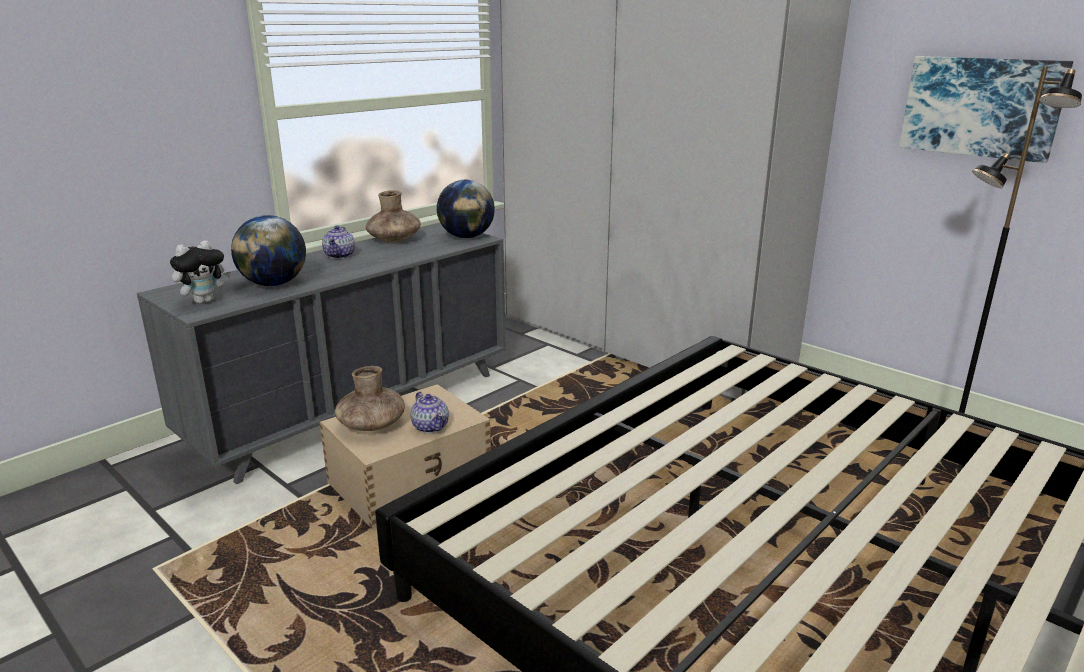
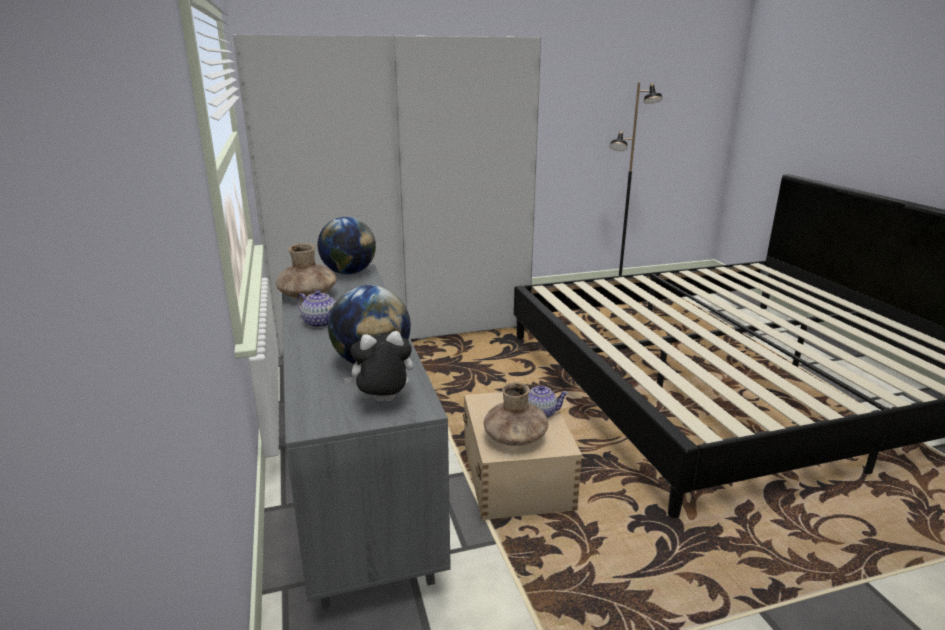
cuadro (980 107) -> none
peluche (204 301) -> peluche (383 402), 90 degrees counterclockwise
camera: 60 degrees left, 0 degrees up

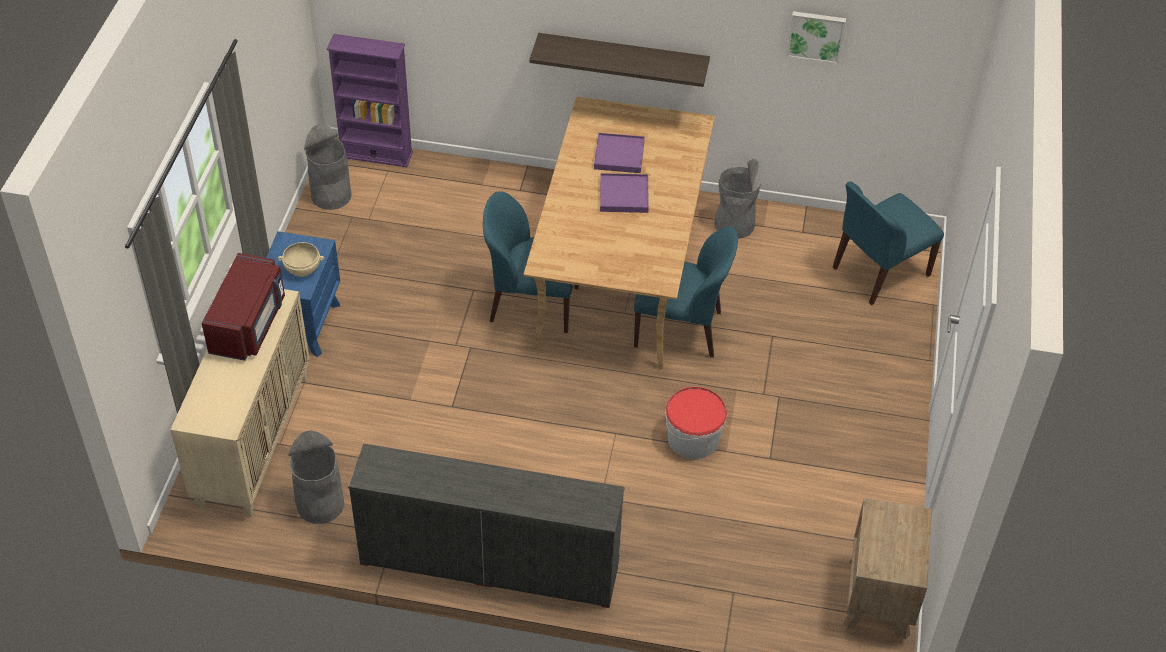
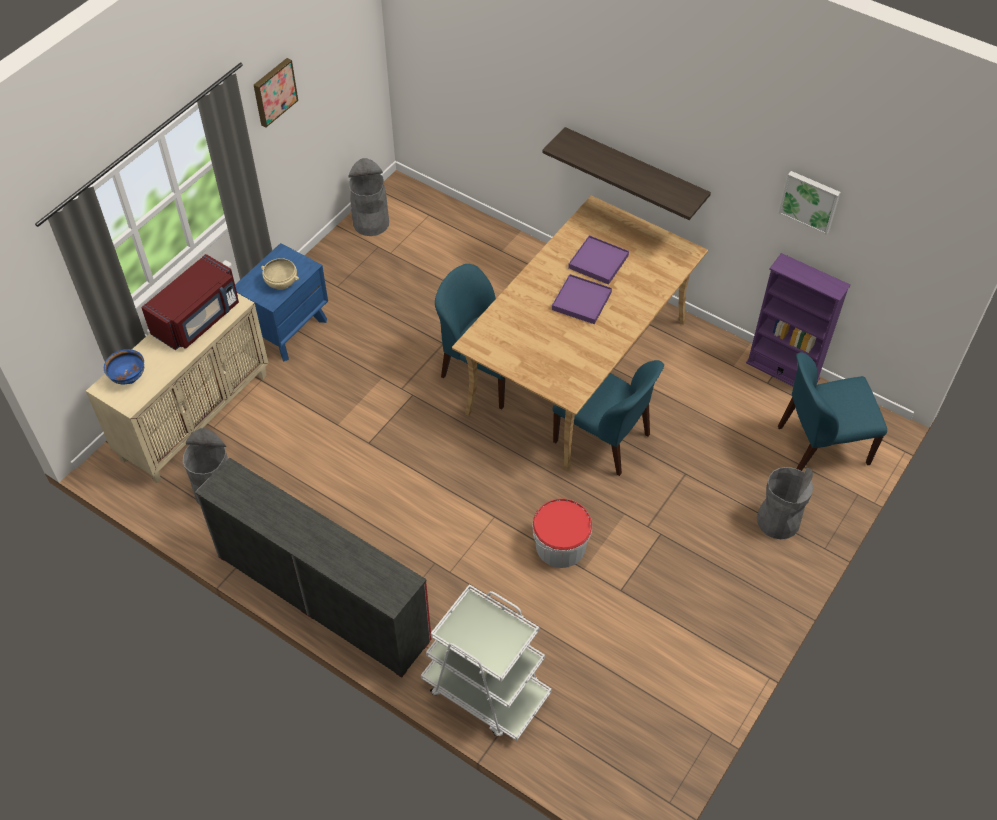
estantería/morado (376 154) -> estantería/morado (782 371), relocated
papelera/gris (734 224) -> papelera/gris (778 520), relocated
mesita de noche/marrón (879 598) -> none
none -> cuadro (274 91)
none -> cuenco/azul (129 378)
none -> carrito/blanco (485 690)
camera: 25 degrees right, 5 degrees up

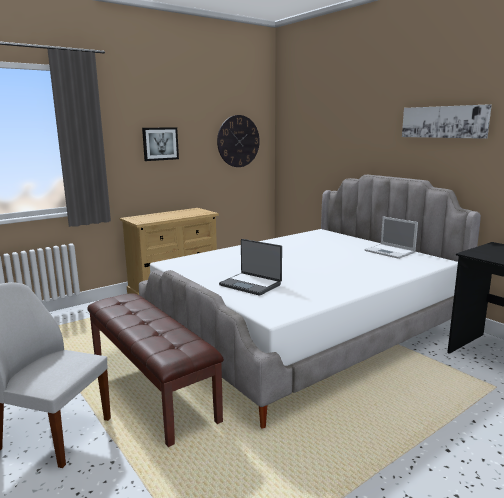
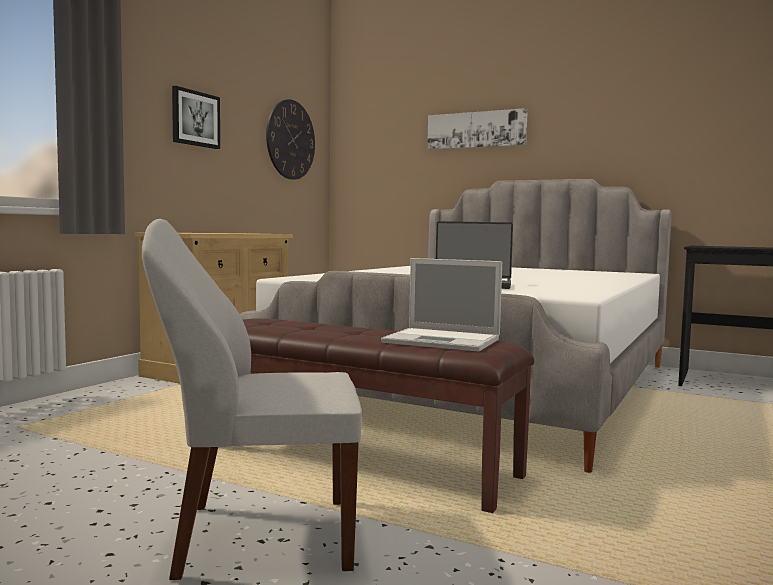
cuadro (444 122) -> cuadro (476 130), relocated
portátil (390 252) -> portátil (444 341), relocated
camera: 25 degrees left, 10 degrees down

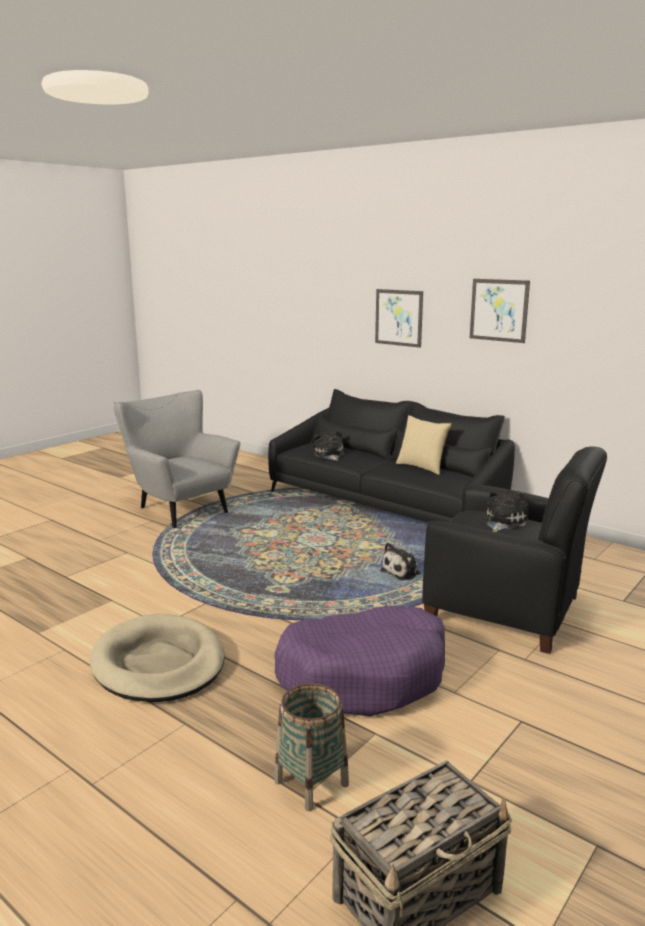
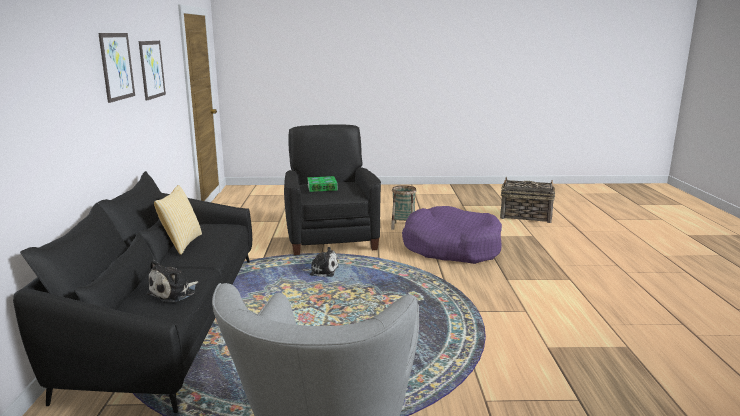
cuadro (398 317) -> cuadro (152 69), relocated
peluche (503 522) -> libro (322 187)
cama para perro/beis (159 663) -> none
cesta (311 783) -> cesta (403 226), relocated
camera: 130 degrees left, 0 degrees up

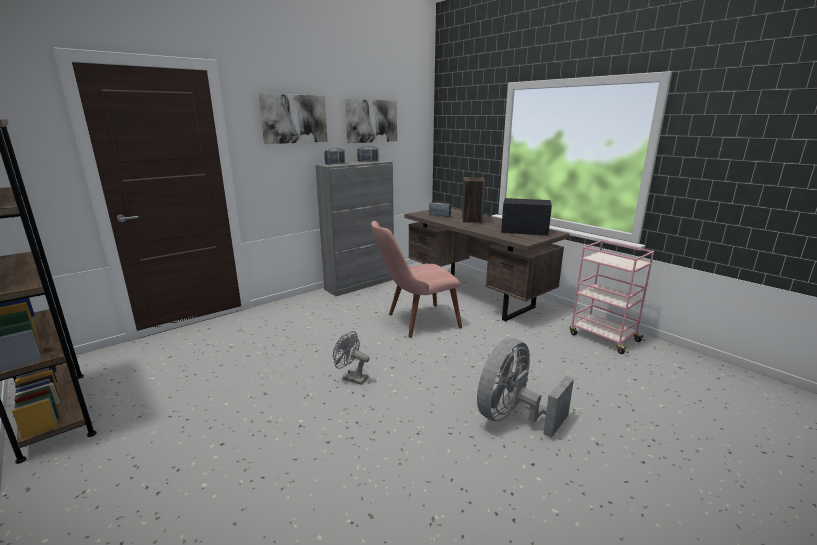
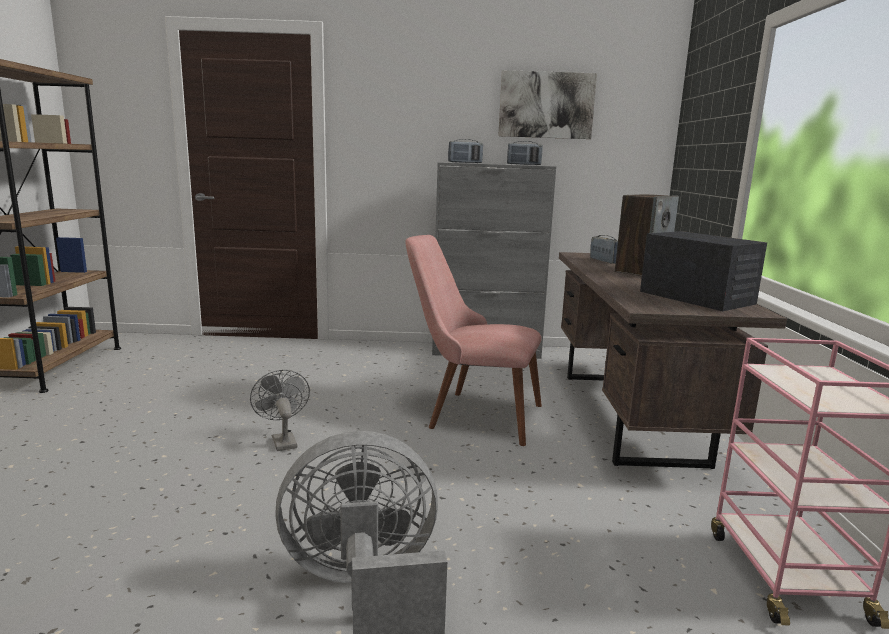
cuadro (294 119) -> none
camera: 40 degrees right, 5 degrees down

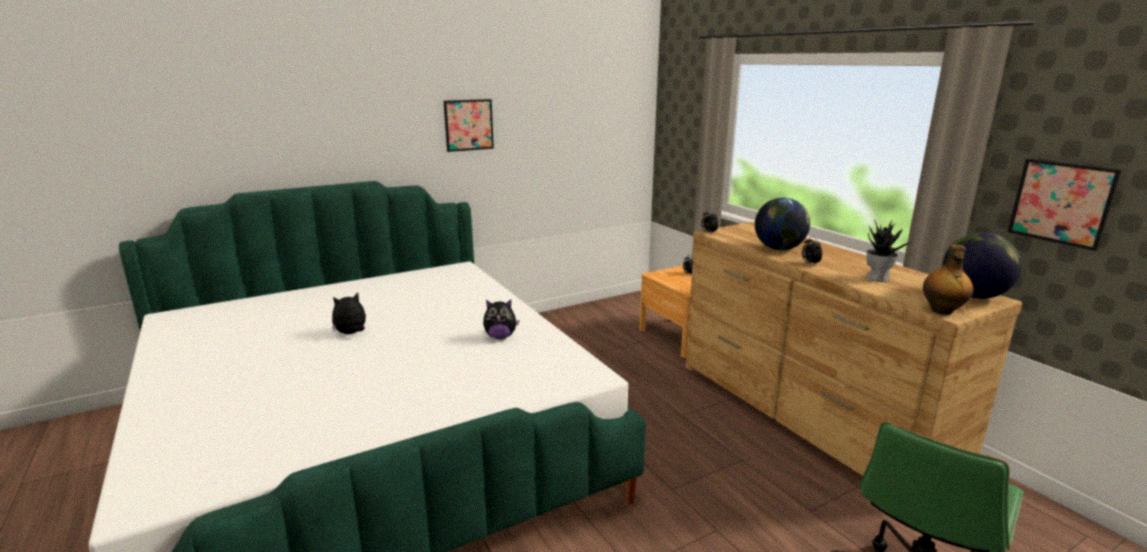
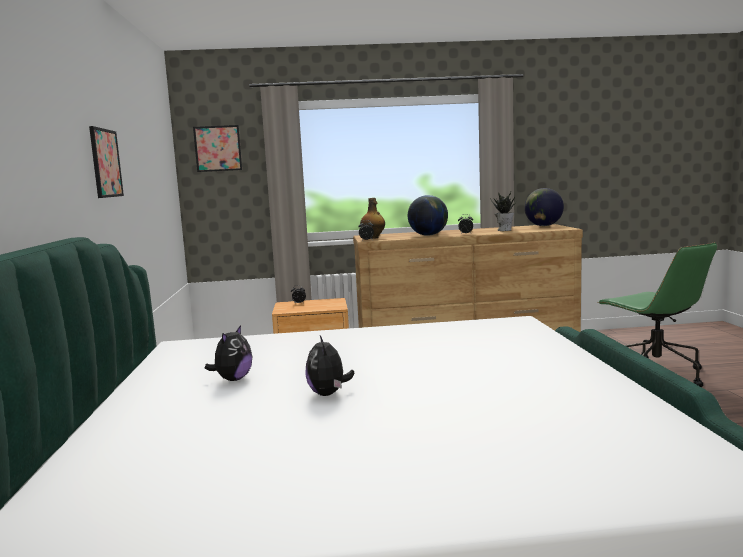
cuadro (1061 202) -> cuadro (218 148), relocated
botella (942 311) -> botella (373 238), relocated
peluche (500 337) -> peluche (233 379), relocated
camera: 65 degrees left, 10 degrees down

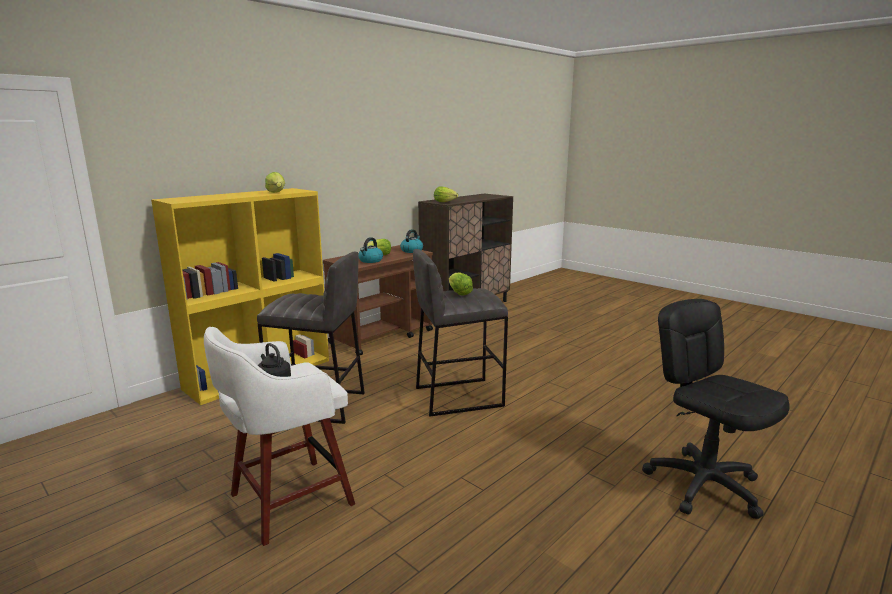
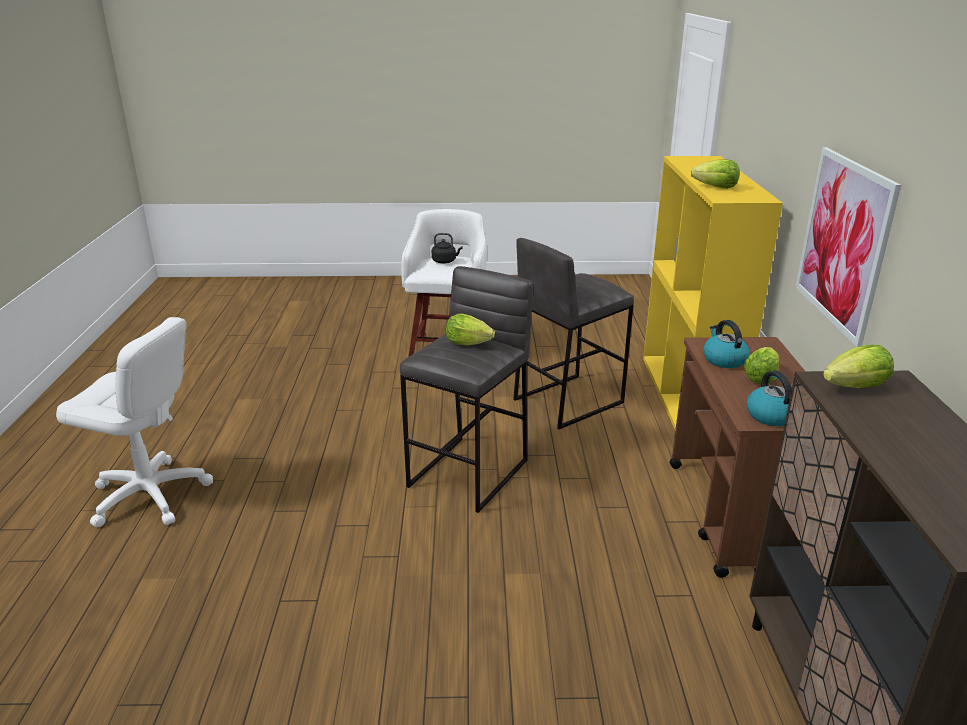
silla de oficina/negro (703 485) -> silla de oficina/blanco (149 495)
none -> cuadro (843 242)
camera: 135 degrees right, 10 degrees up

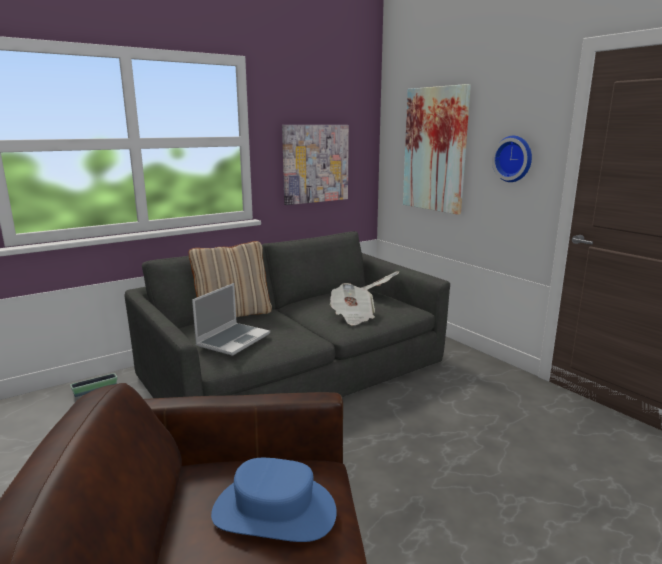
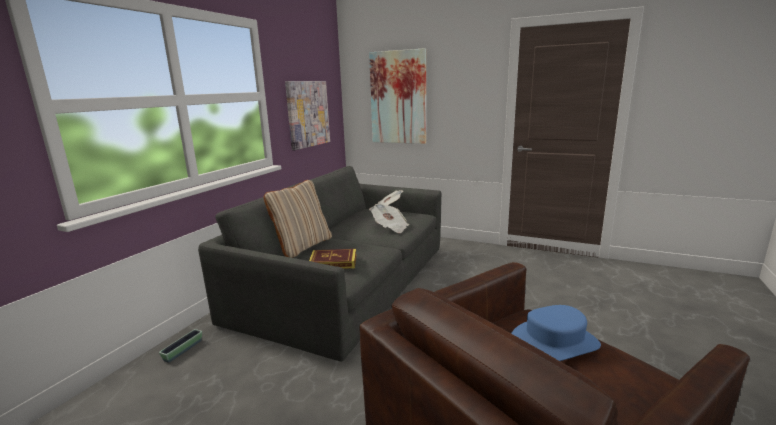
reloj de pared (514 159) -> none
portátil (233 340) -> libro (333 262)
camera: 30 degrees left, 0 degrees up

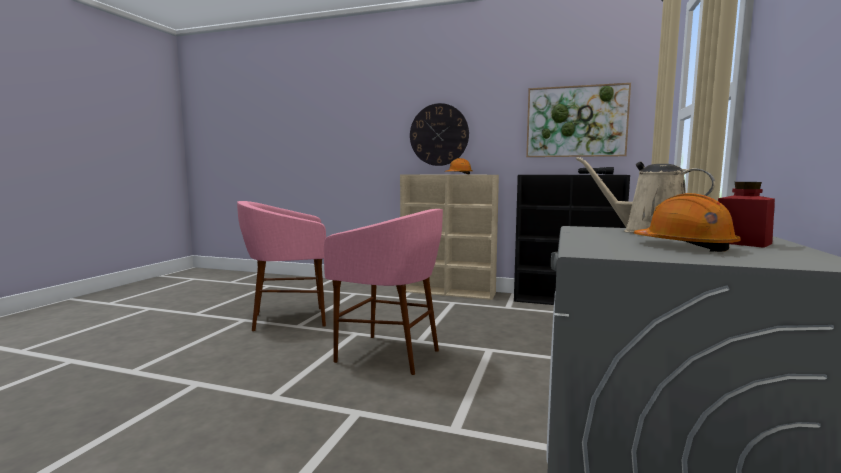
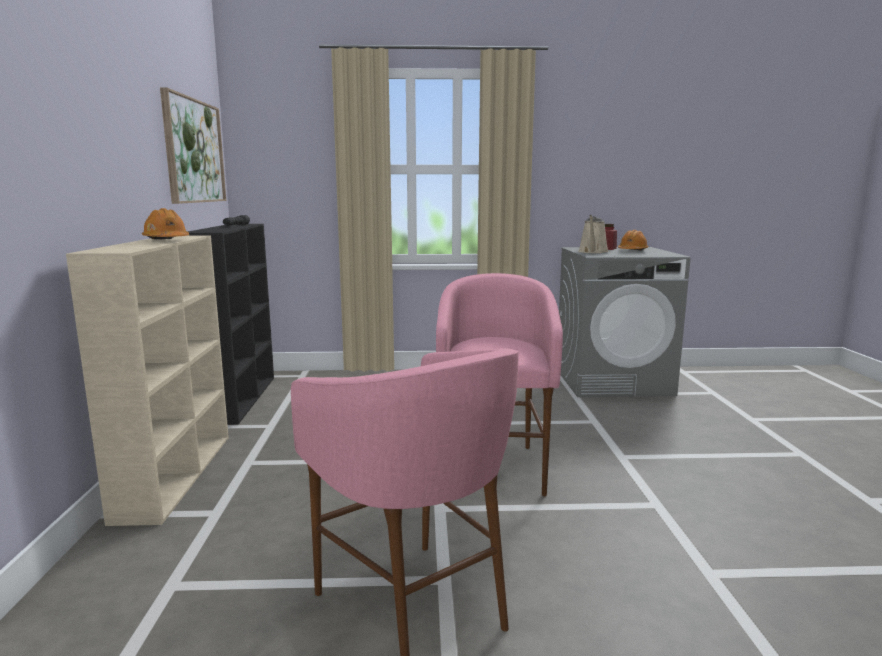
reloj de pared (439 135) -> none
camera: 110 degrees left, 5 degrees up

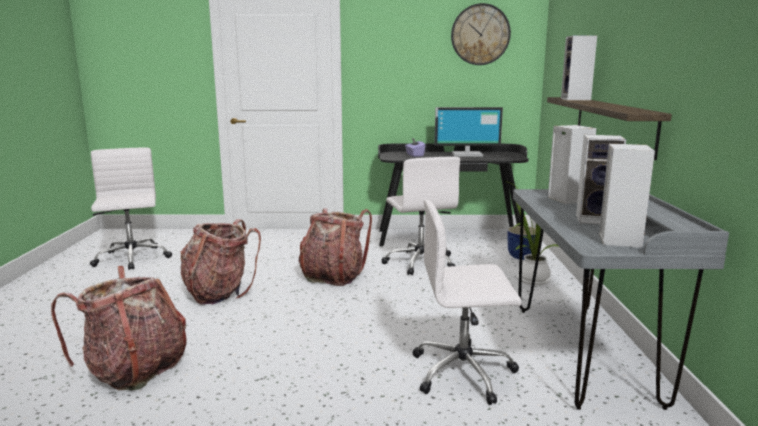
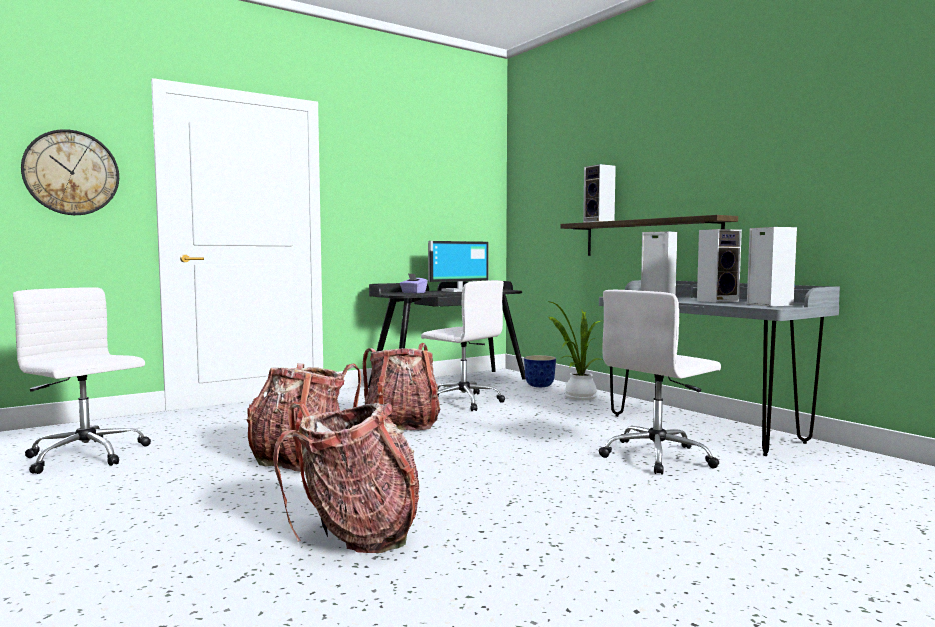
reloj de pared (480 34) -> reloj de pared (71 173), relocated
camera: 35 degrees left, 10 degrees down

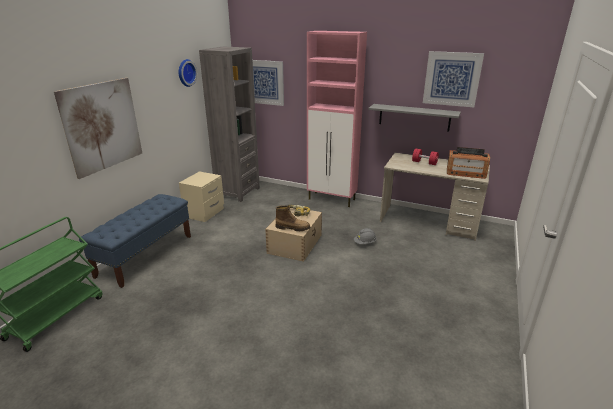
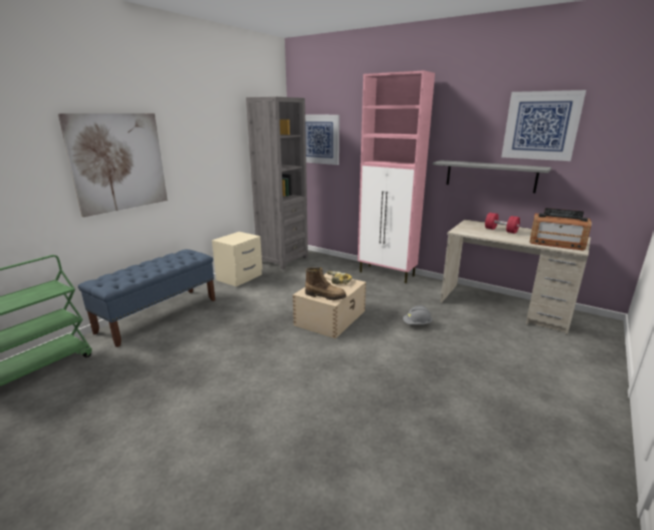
reloj de pared (185 73) -> none
camera: 10 degrees right, 5 degrees down

